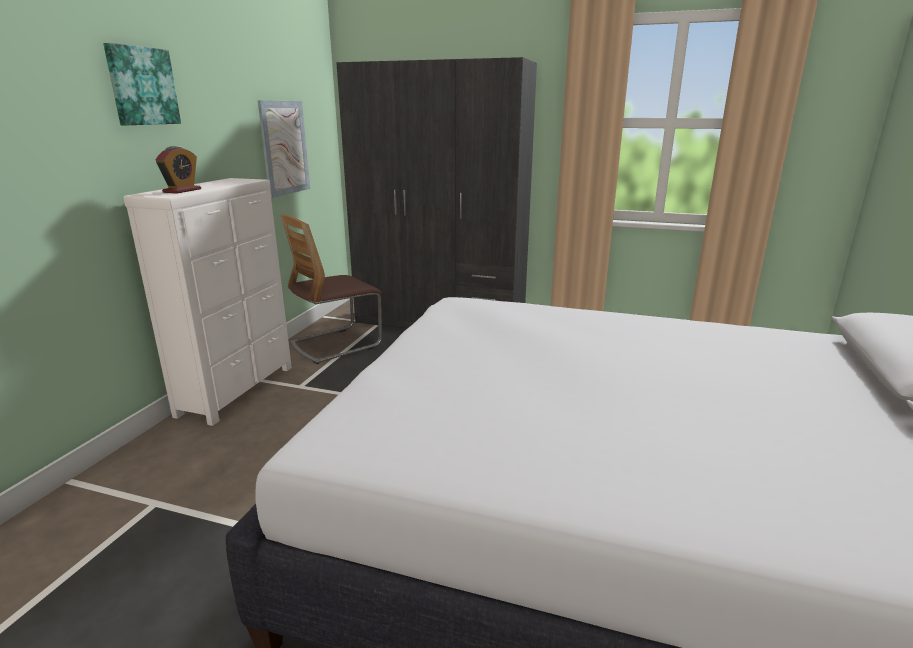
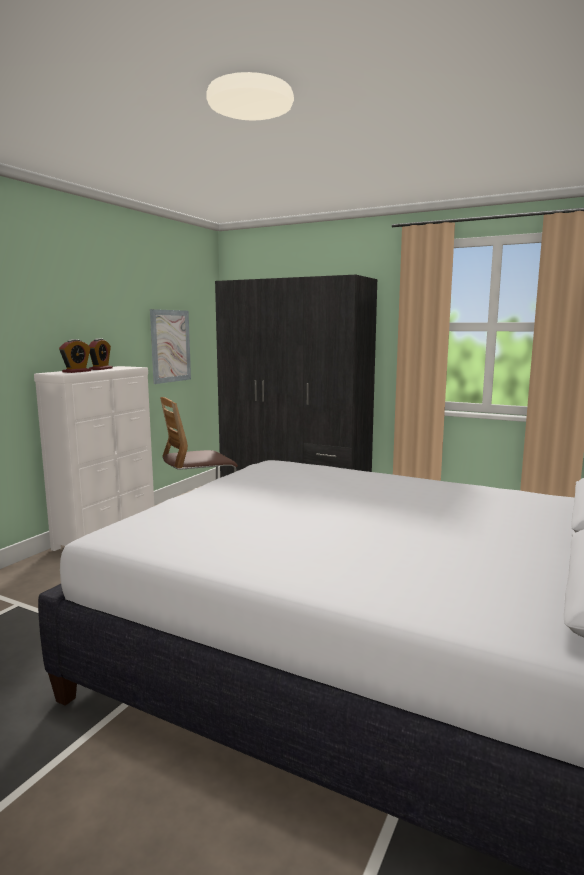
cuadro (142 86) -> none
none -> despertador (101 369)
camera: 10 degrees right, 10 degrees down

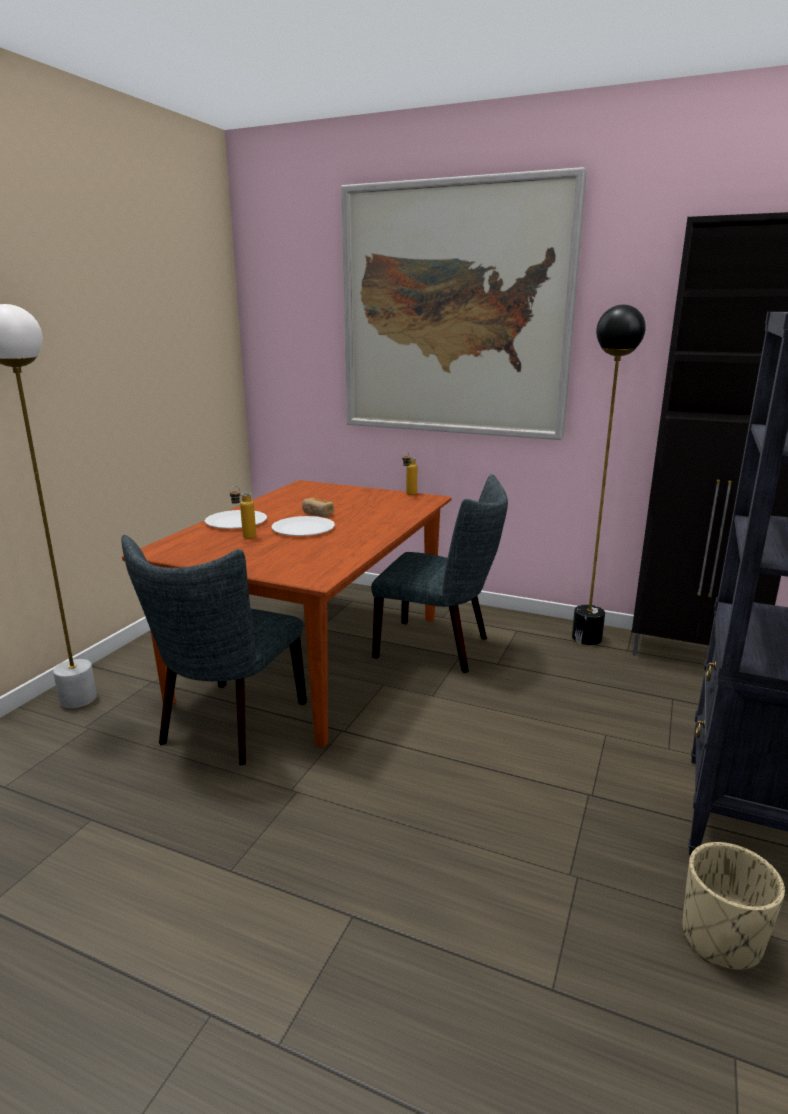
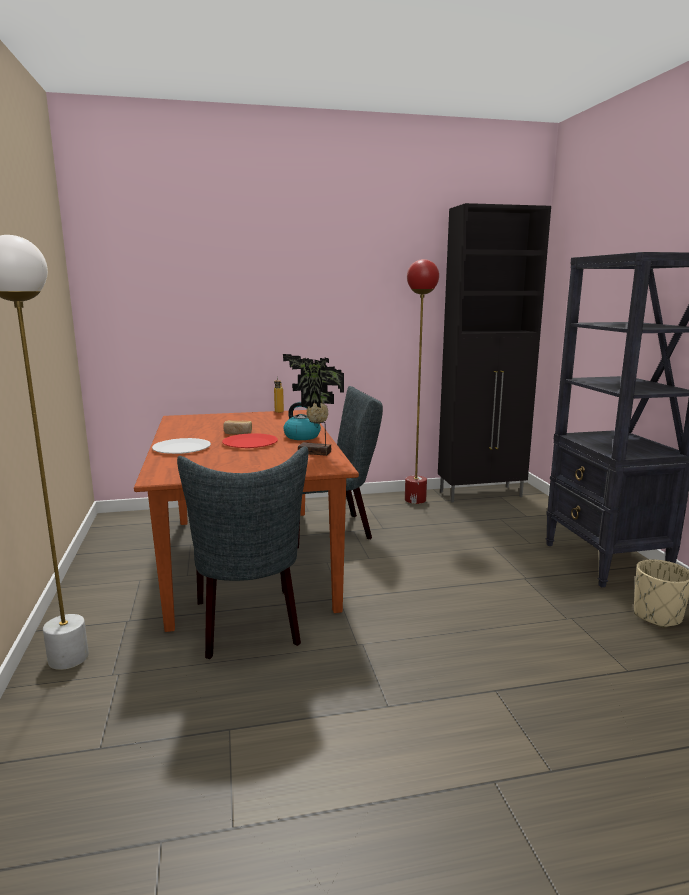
cuadro (455 312) -> none
lámpara de pie/negro (586 638) -> lámpara de pie/rojo (415 500)
botella (244 538) -> none
plato/blanco (303 528) -> plato/rojo (250 443)
none -> planta en maceta (314 453)
none -> hervidor (303 436)
camera: 35 degrees left, 5 degrees down

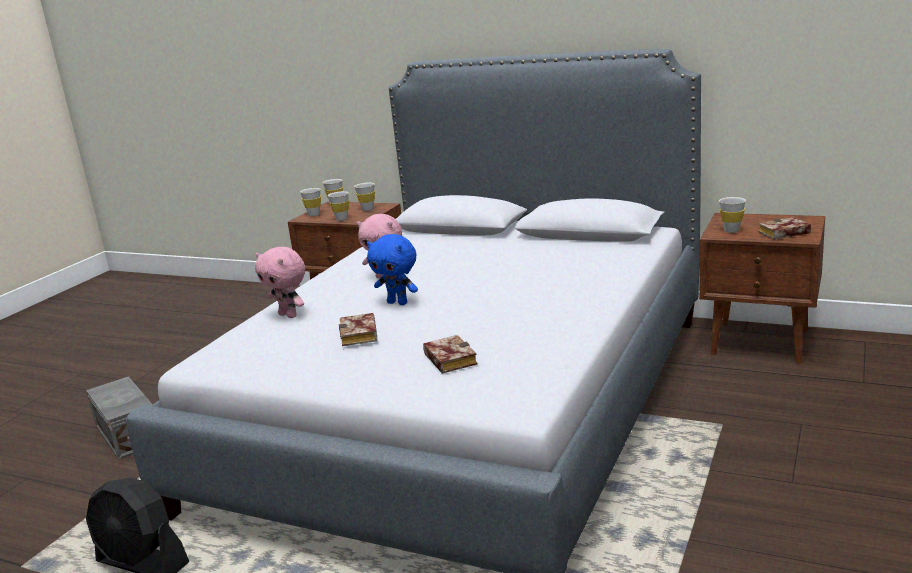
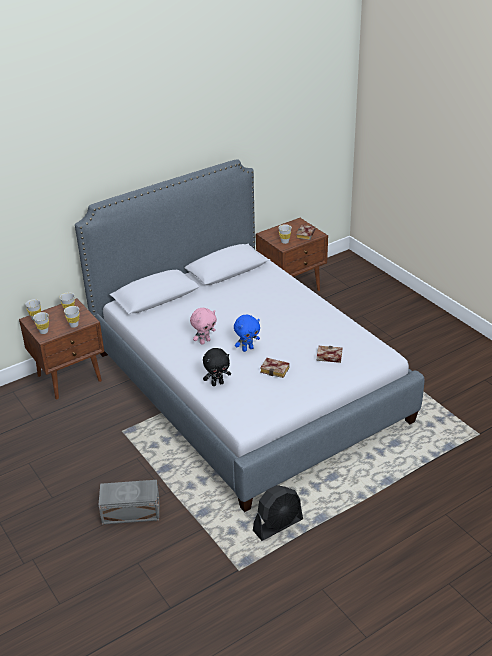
peluche/rosa (289 315) -> peluche/negro (217 383)
camera: 60 degrees left, 15 degrees up

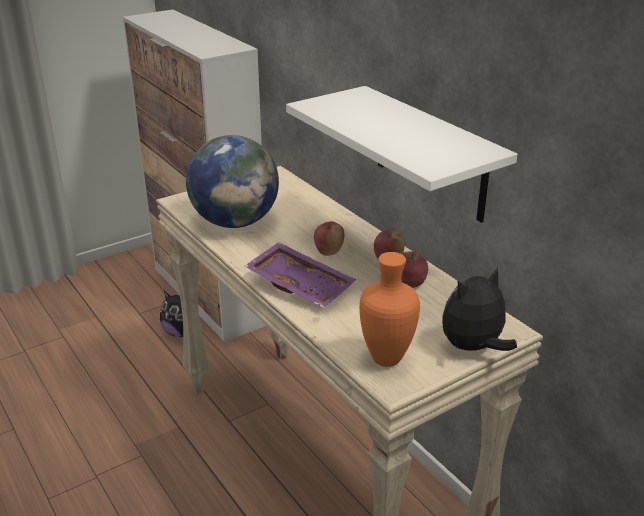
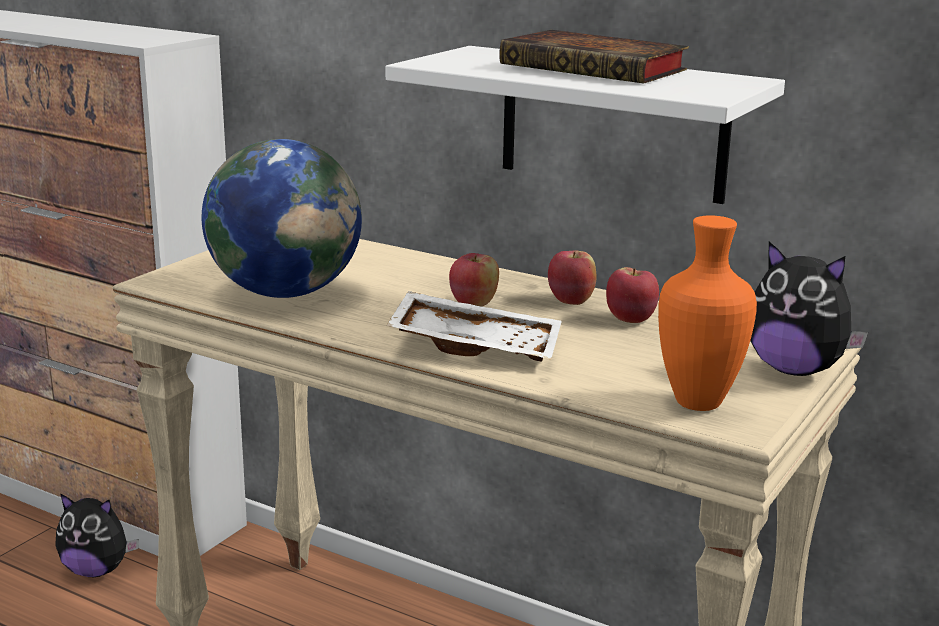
bandeja/morado (301 284) -> bandeja/blanco (476 345)
peluche (473 348) -> peluche (795 370), 90 degrees counterclockwise
none -> libro (598 69)
camera: 25 degrees left, 10 degrees down

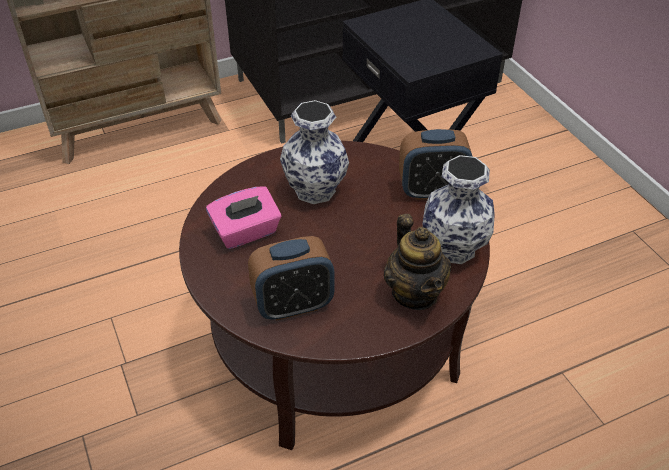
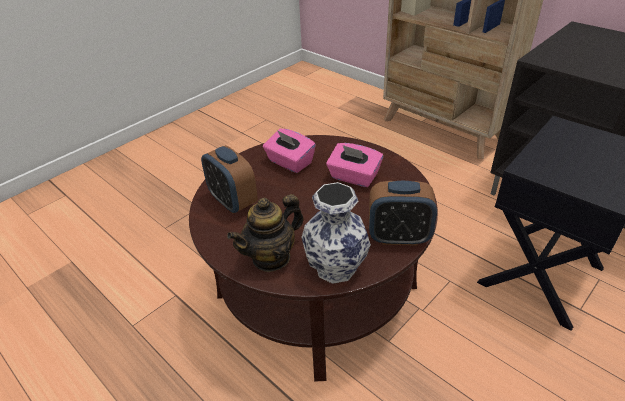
florero (315 189) -> caja de pañuelos/rosa (354 177)
despertador (432 191) -> despertador (399 237), 60 degrees counterclockwise
camera: 70 degrees right, 5 degrees down

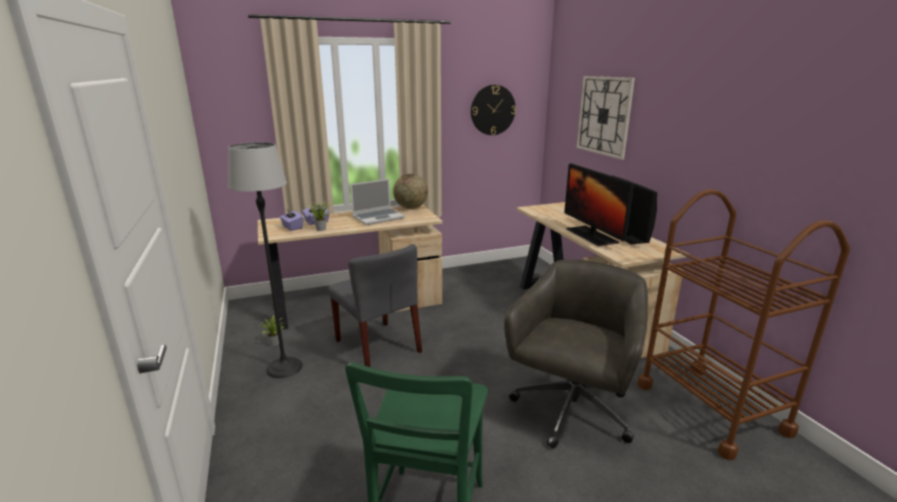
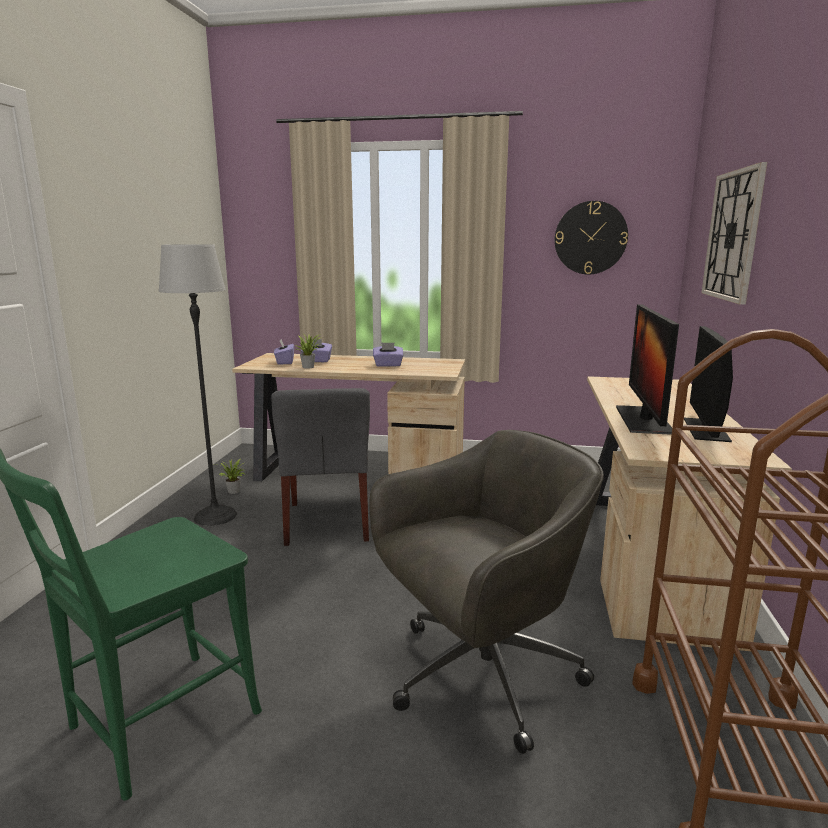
globo terráqueo (411 208) -> none
portátil (378 217) -> caja de pañuelos/morado (388 365)
camera: 30 degrees right, 5 degrees down

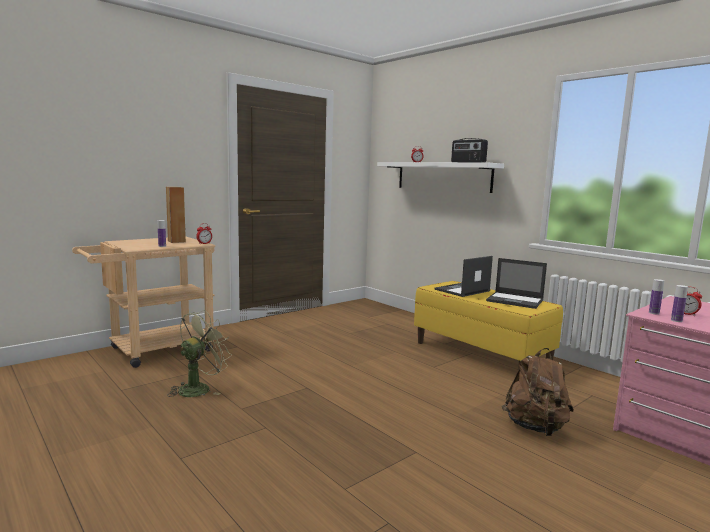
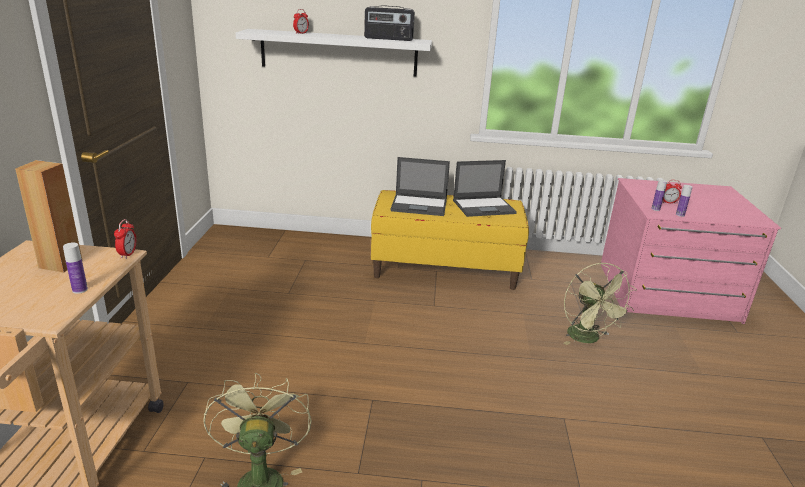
portátil (462 290) -> portátil (420 205), 90 degrees counterclockwise
mochila/marrón (535 428) -> ventilador/verde (588 339)
camera: 45 degrees left, 15 degrees up

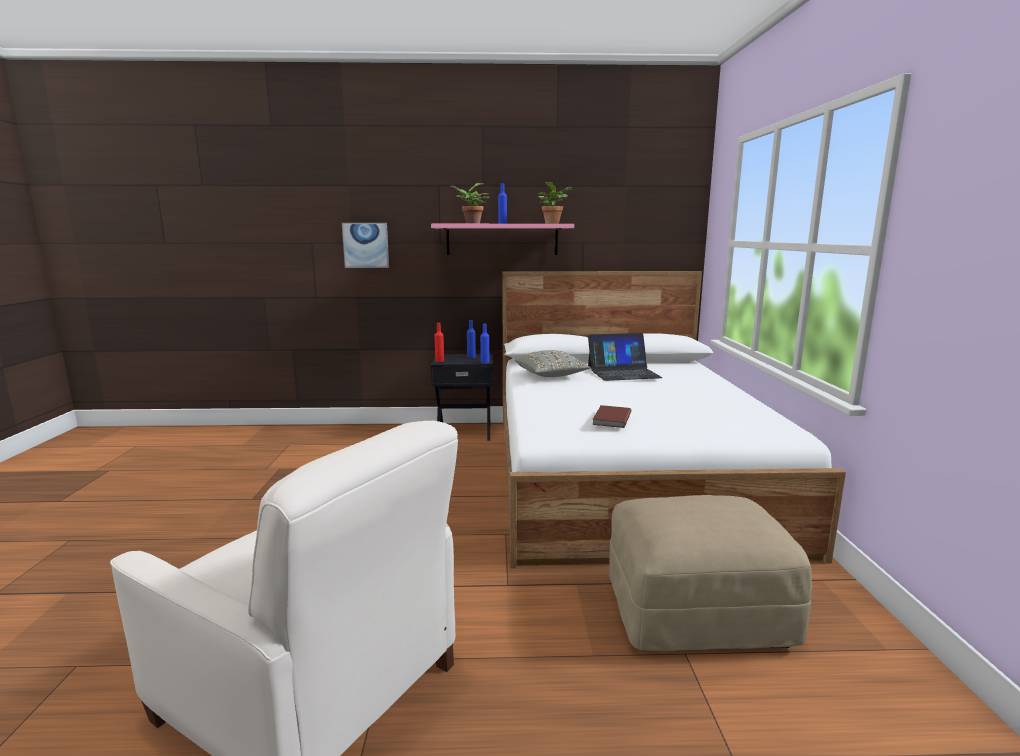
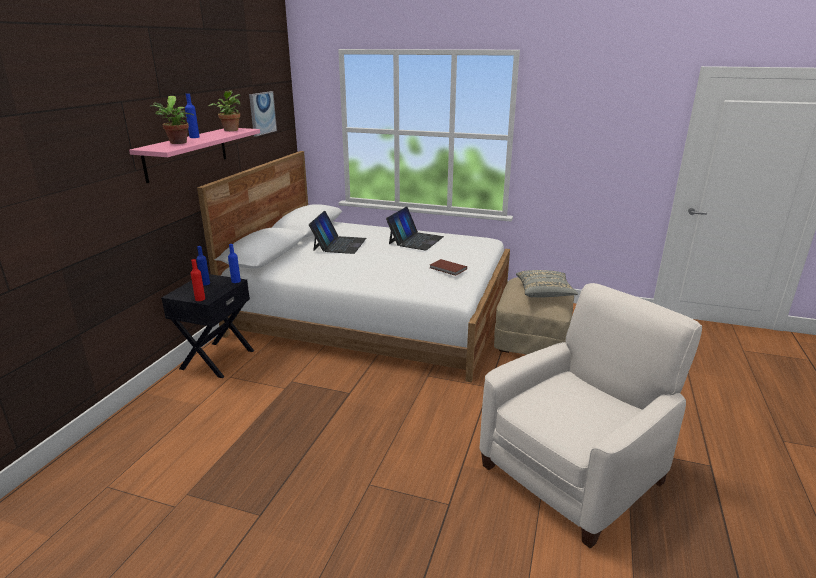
cuadro (366 245) -> cuadro (262 113), relocated
cojín/gris (551 375) -> cojín/gris (544 293), relocated
none -> portátil (415 240)
camera: 70 degrees left, 10 degrees up

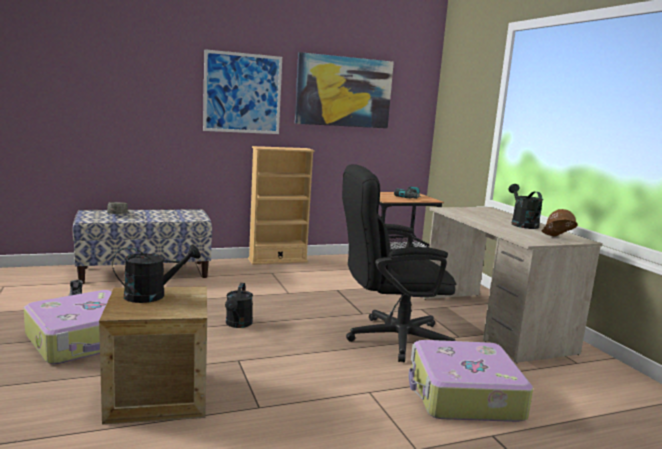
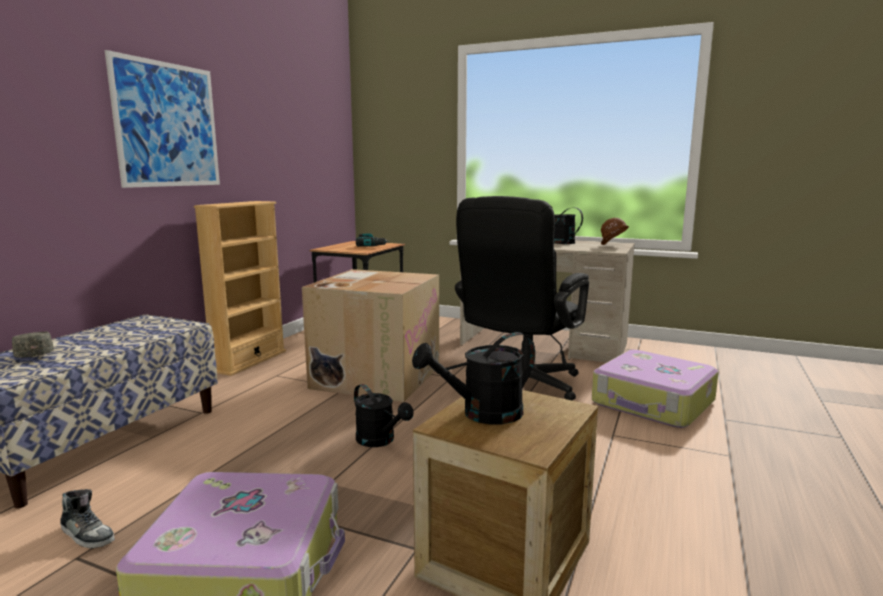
cuadro (344 92) -> none
regadera/negro (153 295) -> regadera/negro (482 414), 135 degrees counterclockwise
none -> caja de cartón (376 376)
camera: 45 degrees left, 0 degrees up

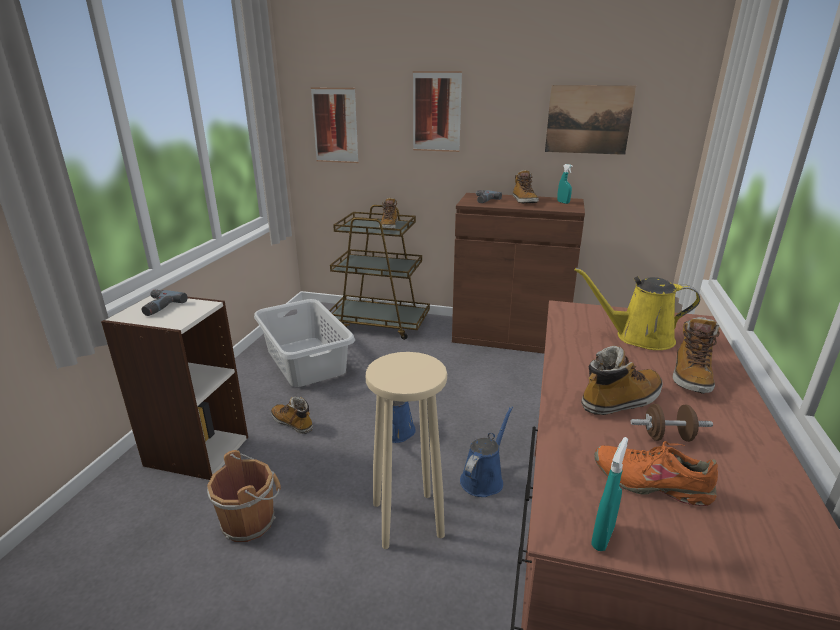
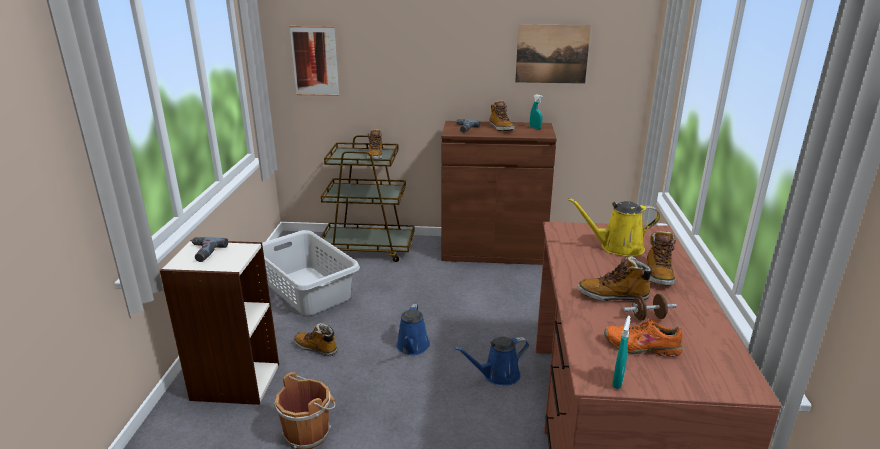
cuadro (436 112) -> none
bota (620 401) -> bota (613 296), 135 degrees counterclockwise
taburete/beis (407 518) -> none
regadera/azul (483 478) -> regadera/azul (498 375), 135 degrees counterclockwise
camera: 10 degrees left, 0 degrees up

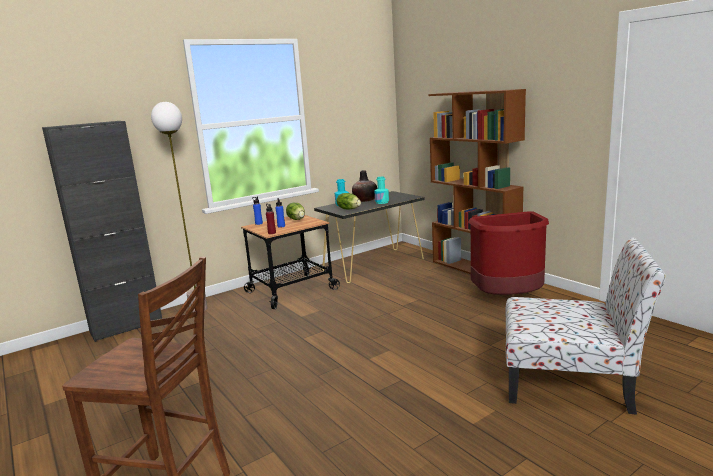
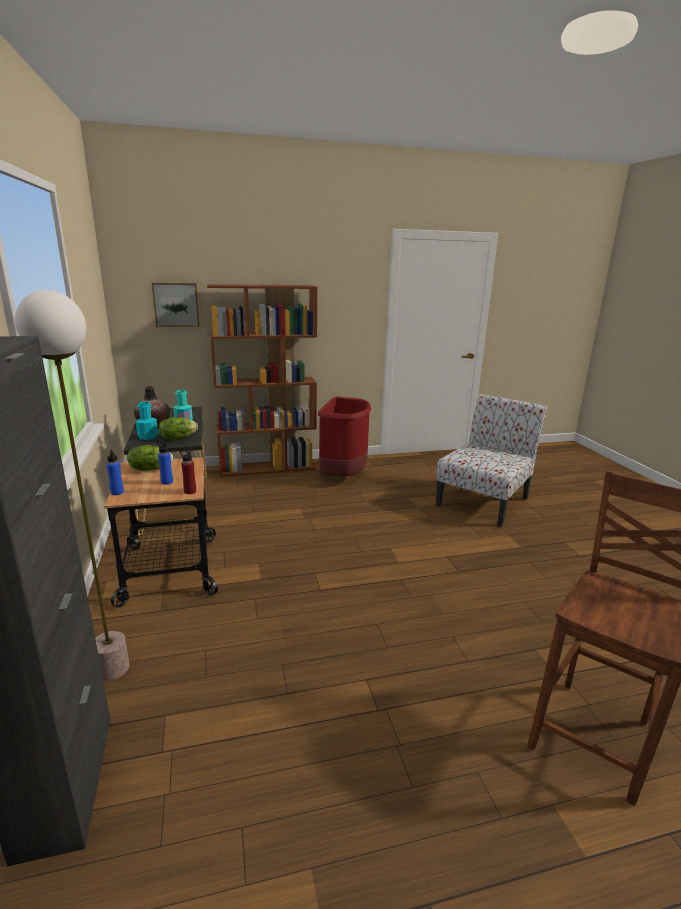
none -> cuadro (176 304)
camera: 70 degrees left, 5 degrees up

